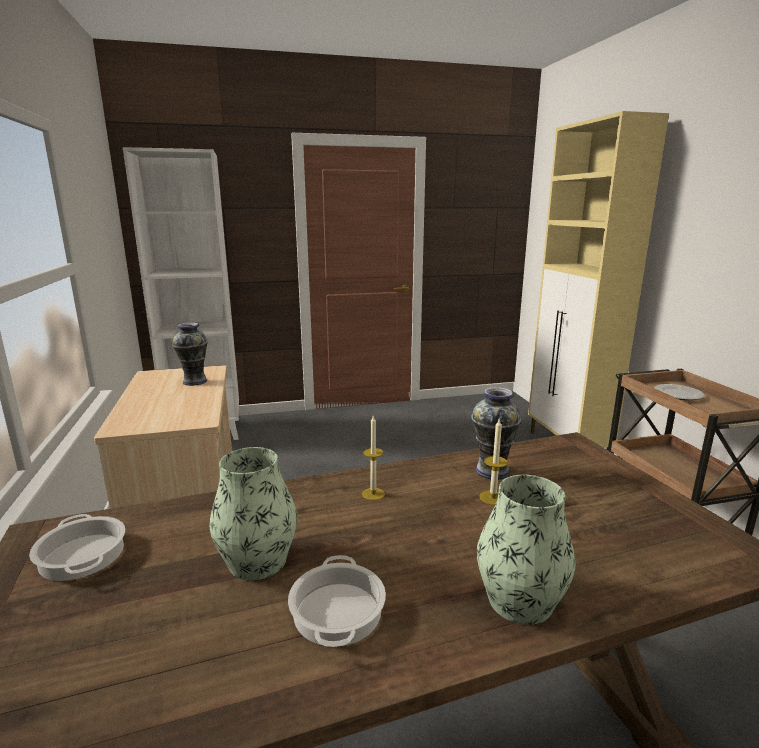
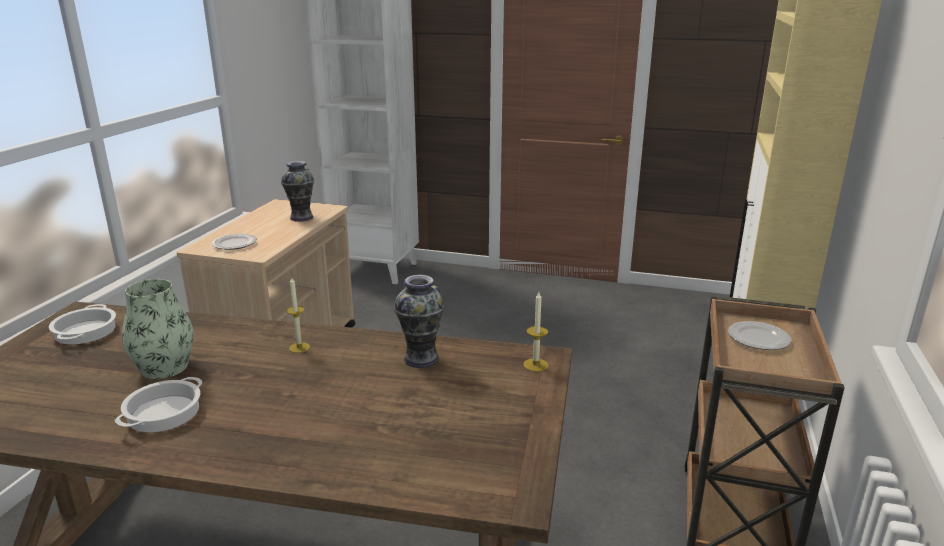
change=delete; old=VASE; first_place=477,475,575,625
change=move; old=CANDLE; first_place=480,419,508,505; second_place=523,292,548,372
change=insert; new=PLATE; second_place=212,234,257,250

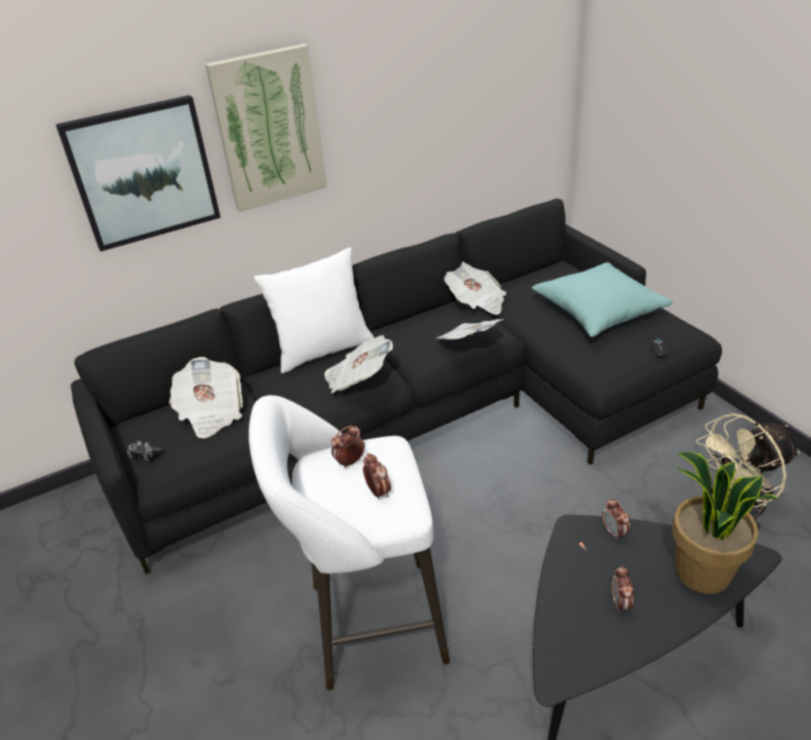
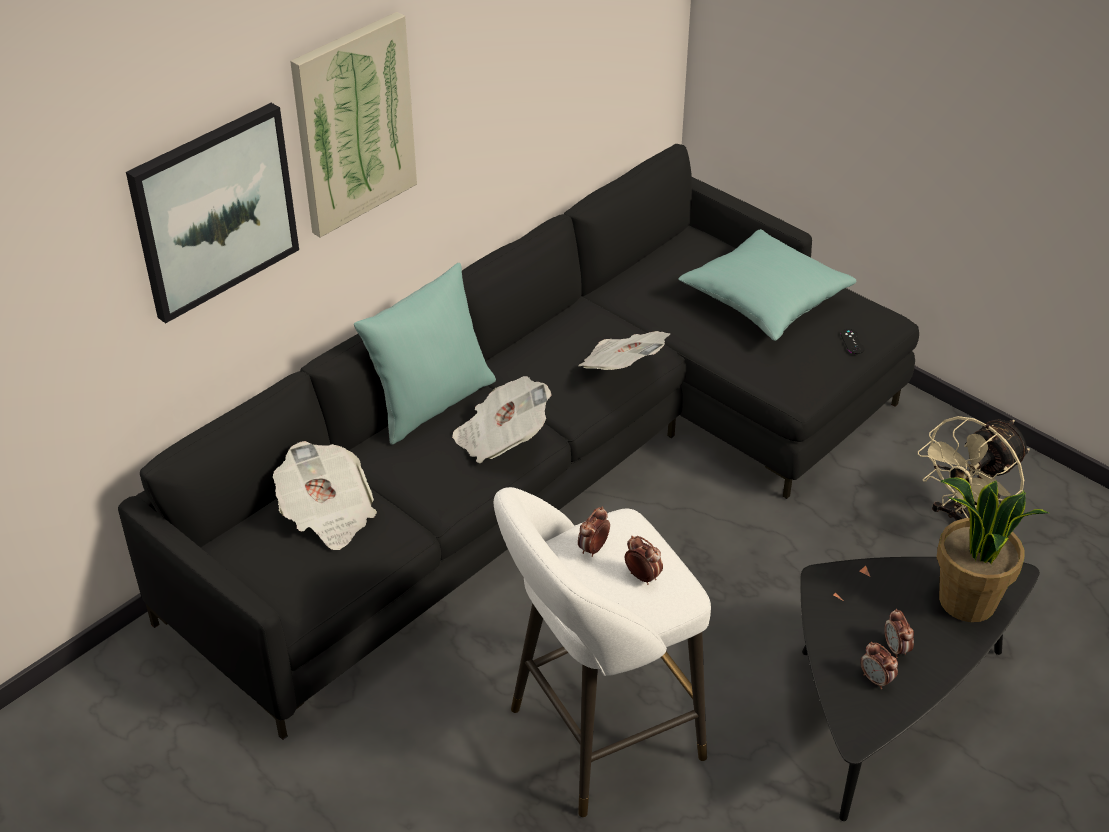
change=delete; old=GAME CONTROLLER; first_place=127,441,164,461
change=recolor; old=WHITE PILLOW; new=TURQUOISE PILLOW; first_place=254,248,374,374; second_place=354,263,496,445
change=delete; old=NEWSPAPER; first_place=444,262,506,315
change=move; old=ALARM CLOCK; first_place=602,498,630,540; second_place=860,642,898,690

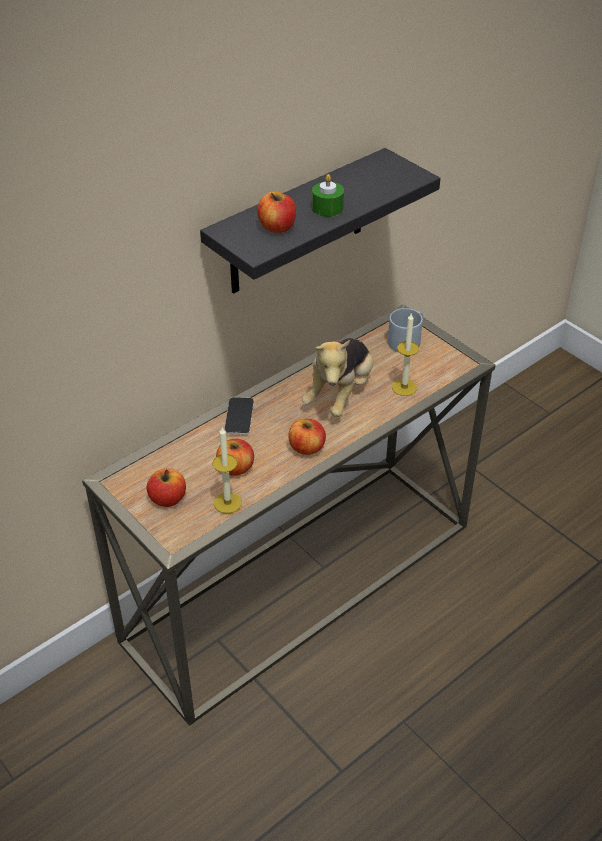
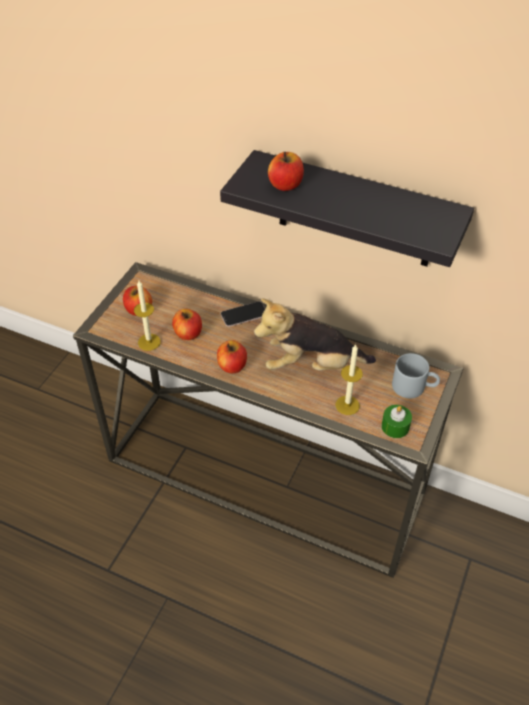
change=move; old=GREEN CANDLE; first_place=312,174,344,217; second_place=381,405,412,438

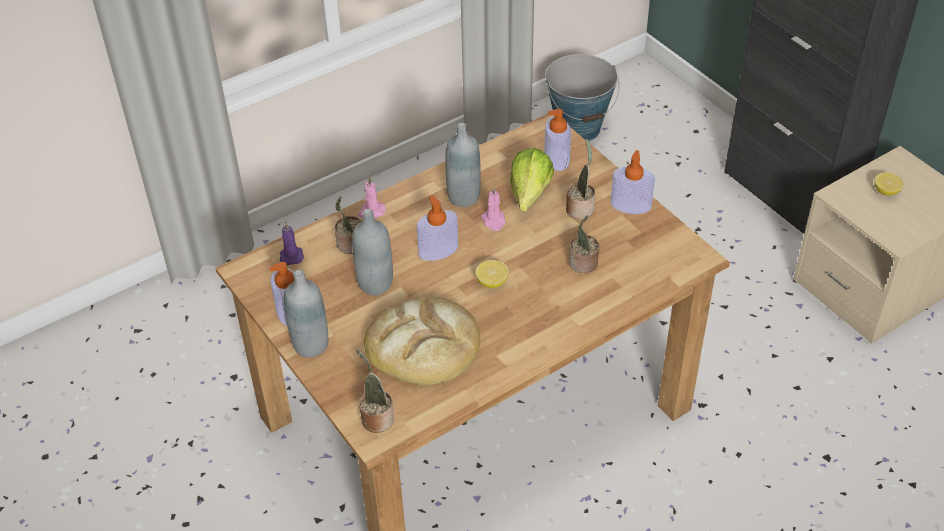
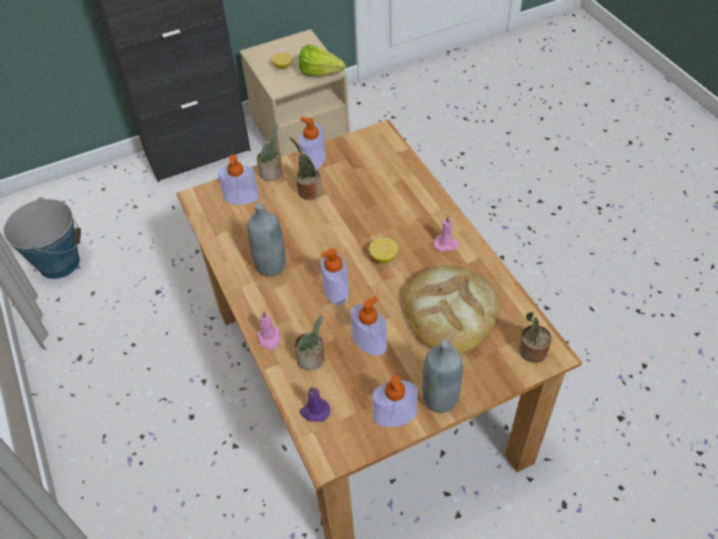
change=replace; old=GREY BOTTLE; new=SOAP DISPENSER; first_place=352,209,393,296; second_place=351,296,387,355
change=move; old=PINK CANDLE; first_place=481,186,506,231; second_place=434,216,460,252
change=move; old=LETTUCE; first_place=510,148,554,212; second_place=299,44,346,76
change=move; old=POTTED PLANT; first_place=569,216,600,273; second_place=257,124,282,181

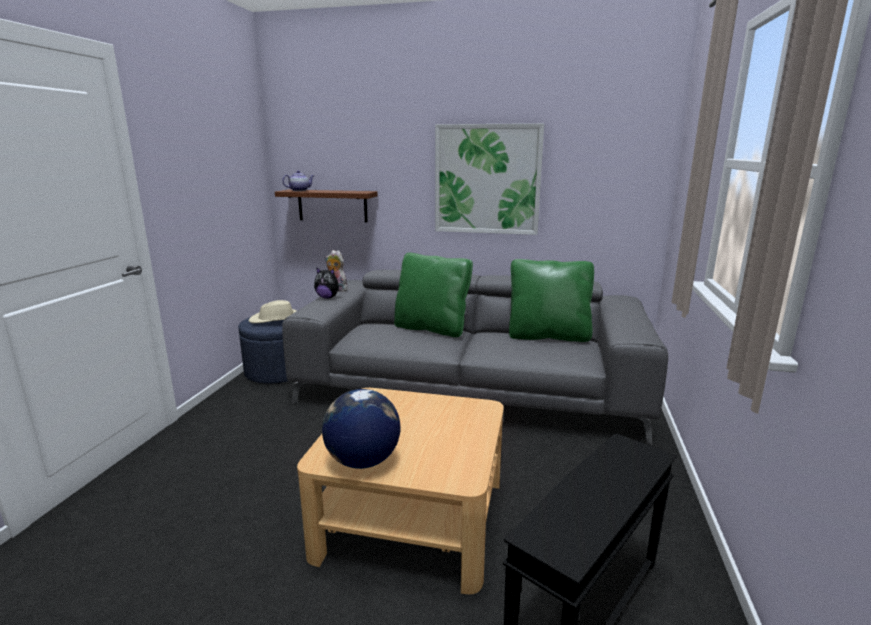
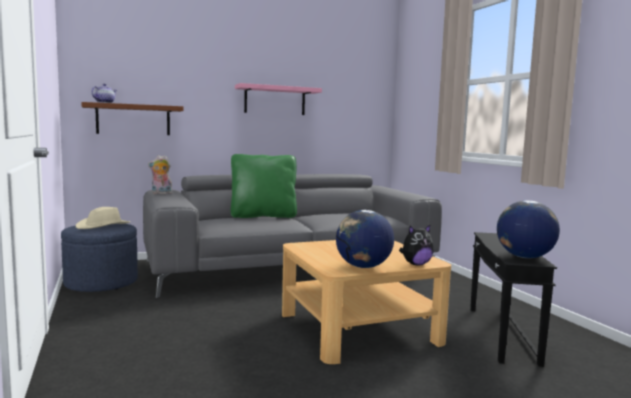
change=move; old=PLUSH TOY; first_place=314,267,343,298; second_place=399,225,434,265
change=replace; old=PICTURE; new=PINK SHELF; first_place=435,123,544,235; second_place=235,83,322,115
change=delete; old=GREEN PILLOW; first_place=509,259,594,342
change=insert; new=GLOBE; second_place=497,200,560,258

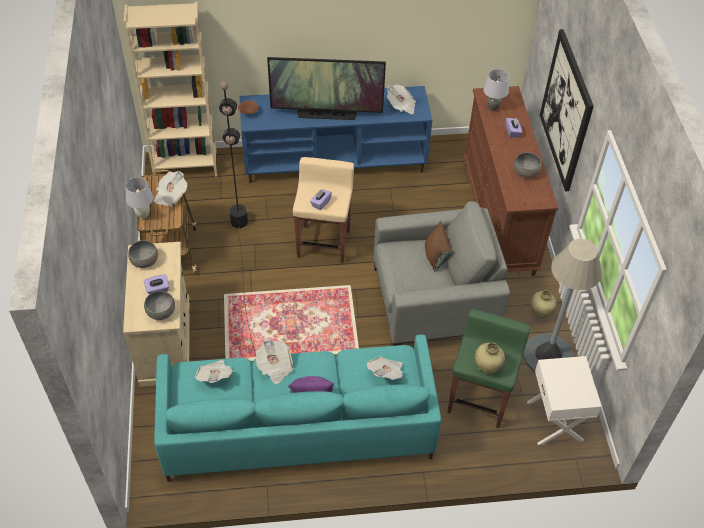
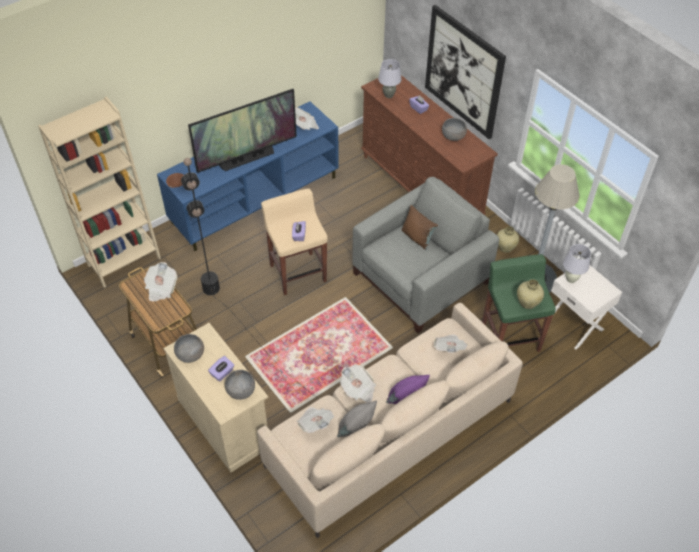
change=move; old=WHITE TABLE LAMP; first_place=126,177,153,219; second_place=563,244,591,283
change=recolor; old=TURQUOISE SOFA; new=BEIGE SOFA; first_place=154,335,441,482; second_place=257,303,523,538
change=insert; new=GREY PILLOW; second_place=337,401,377,437

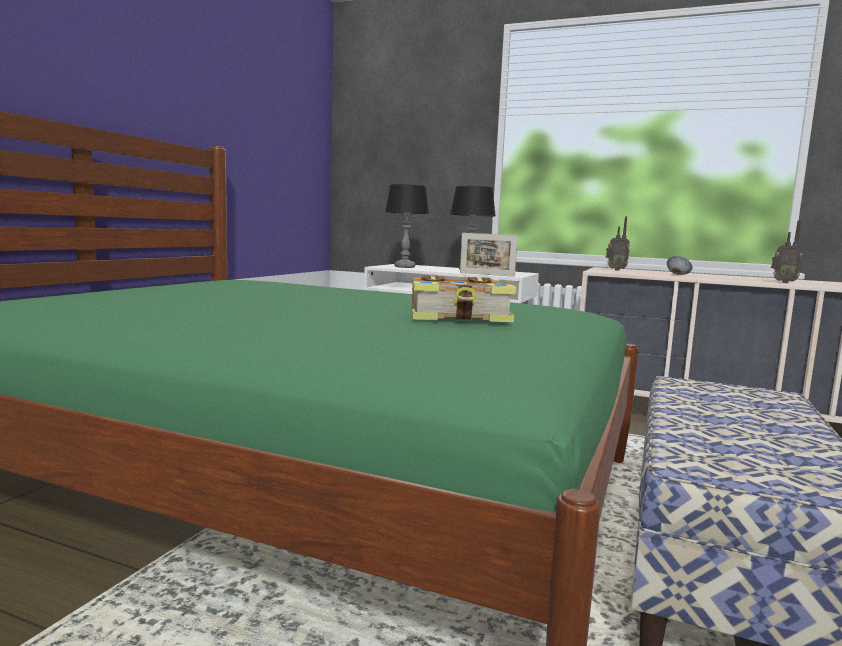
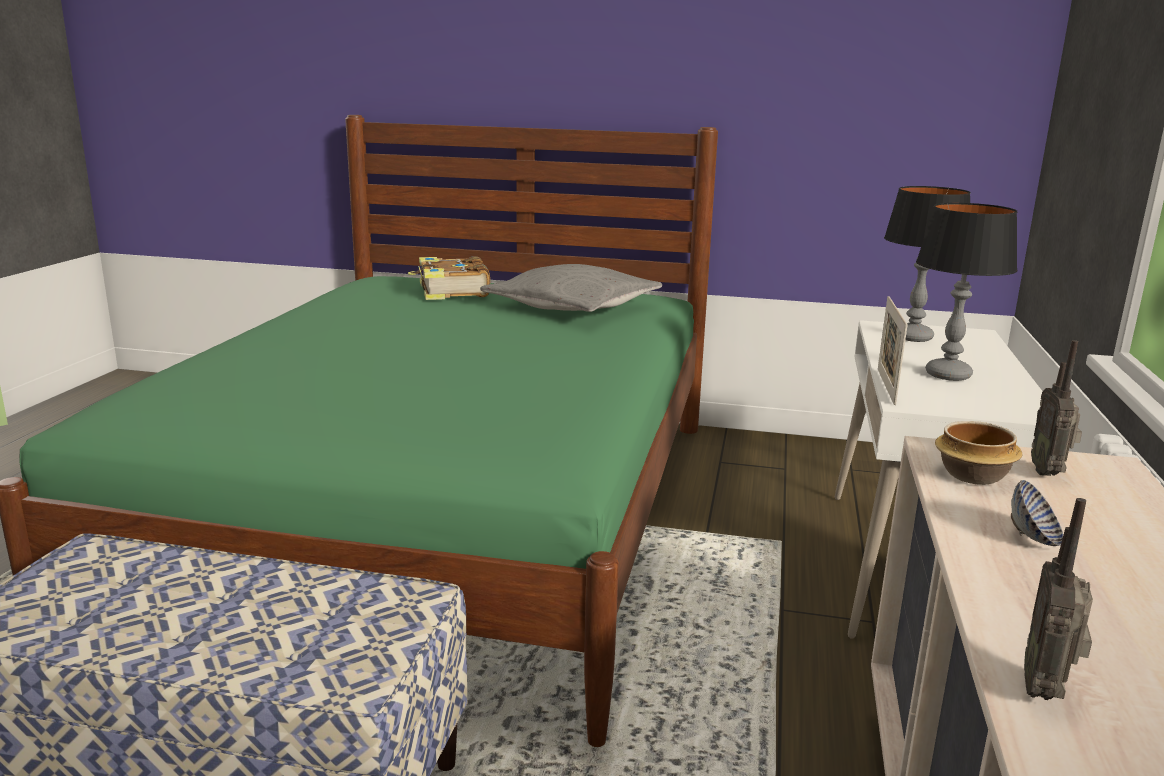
change=move; old=BOOK; first_place=412,275,516,322; second_place=408,256,490,300
change=insert; new=GREY PILLOW; second_place=480,264,662,312
change=insert; new=BOWL; second_place=935,421,1023,485

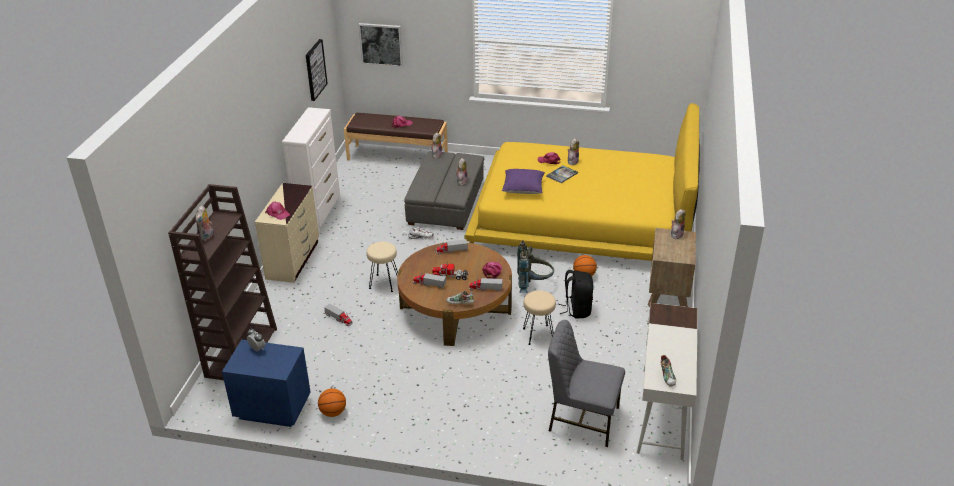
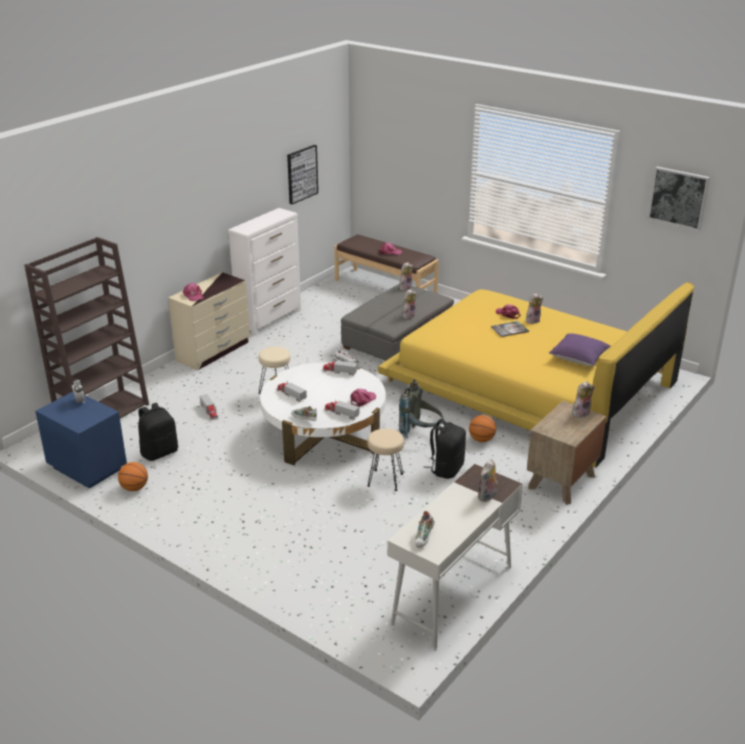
change=move; old=PLUSH TOY; first_place=195,205,213,241; second_place=477,459,498,502
change=move; old=PICTURE; first_place=358,23,403,67; second_place=647,167,710,231
change=recolor; old=BROWN COFFEE TABLE; new=WHITE COFFEE TABLE; first_place=397,243,512,346; second_place=260,363,386,466
change=delete; old=TOY TRUCK; first_place=432,262,469,280
change=move; old=PURPLE PILLOW; first_place=502,169,545,194; second_place=549,333,611,366
change=delete; old=GREY CHAIR; first_place=548,320,625,447
change=insert; new=BLACK BACKPACK; second_place=138,403,178,461

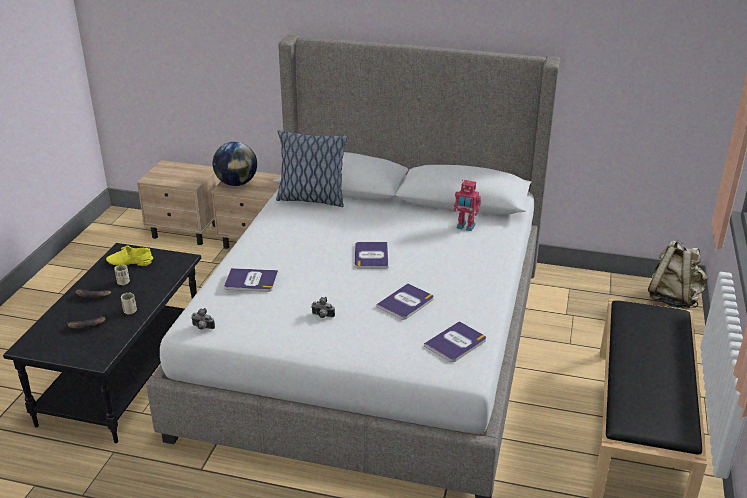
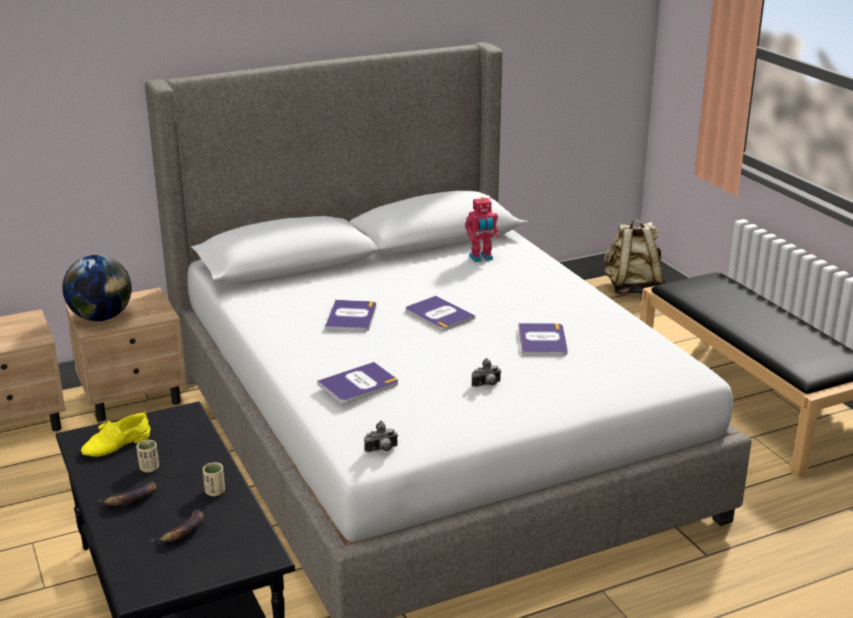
change=delete; old=PILLOW; first_place=276,130,347,207
change=move; old=BOOK; first_place=424,321,486,362; second_place=325,300,376,332

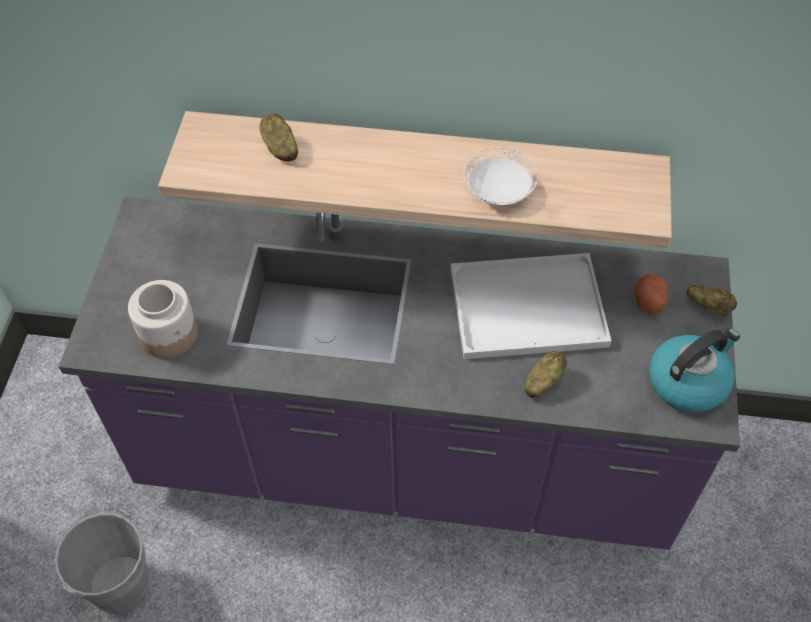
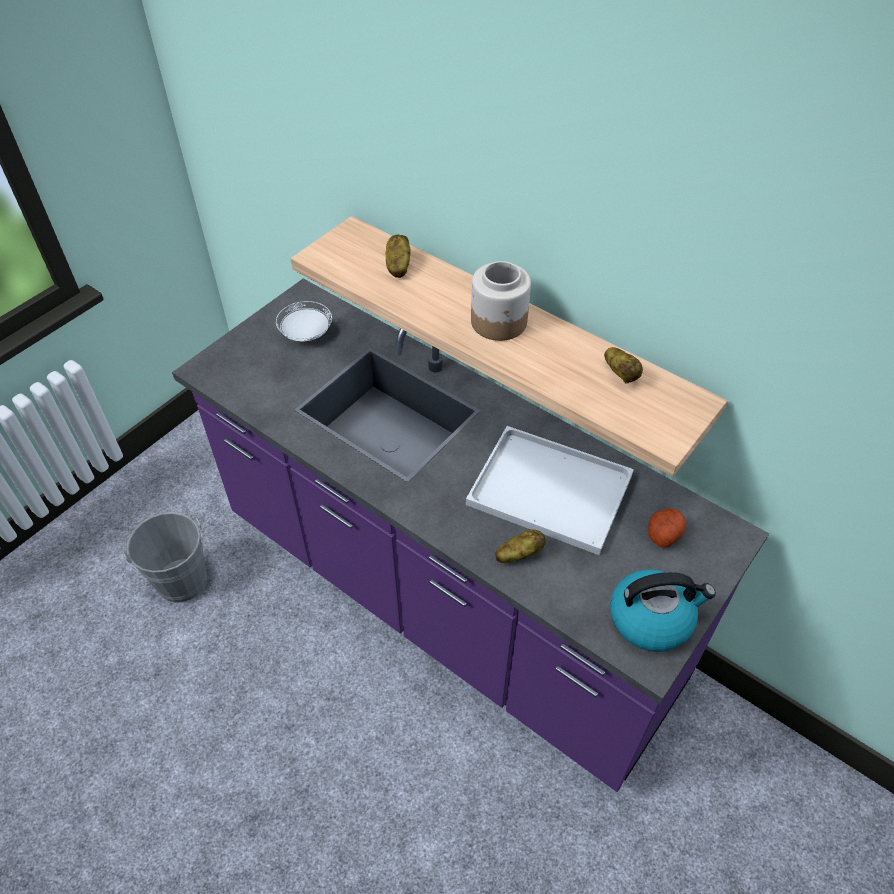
change=move; old=JAR; first_place=128,280,198,359; second_place=471,261,531,341
change=move; old=WHITE PLATE; first_place=464,148,538,205; second_place=276,301,332,341
change=move; old=POTATO; first_place=687,285,737,316; second_place=604,347,643,384

